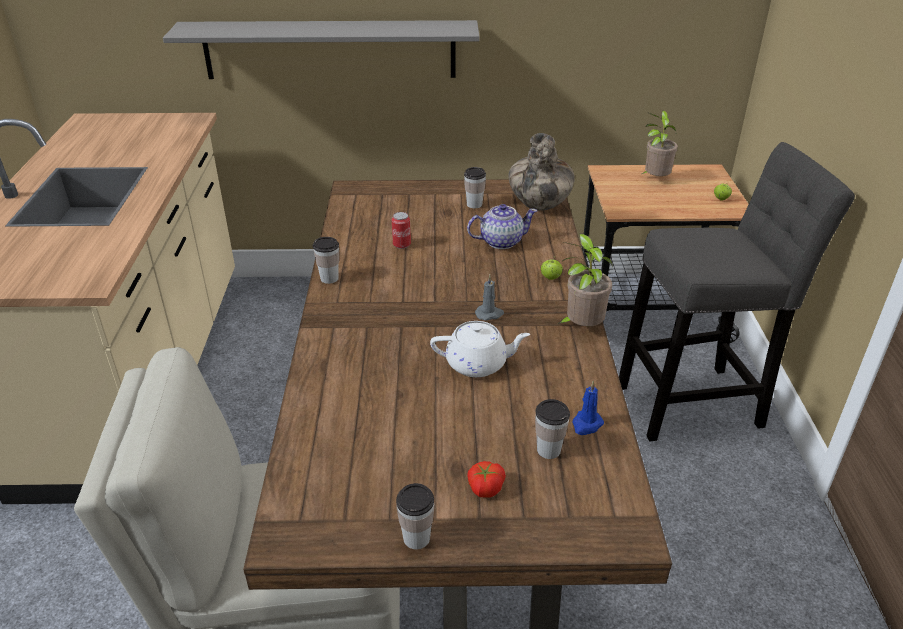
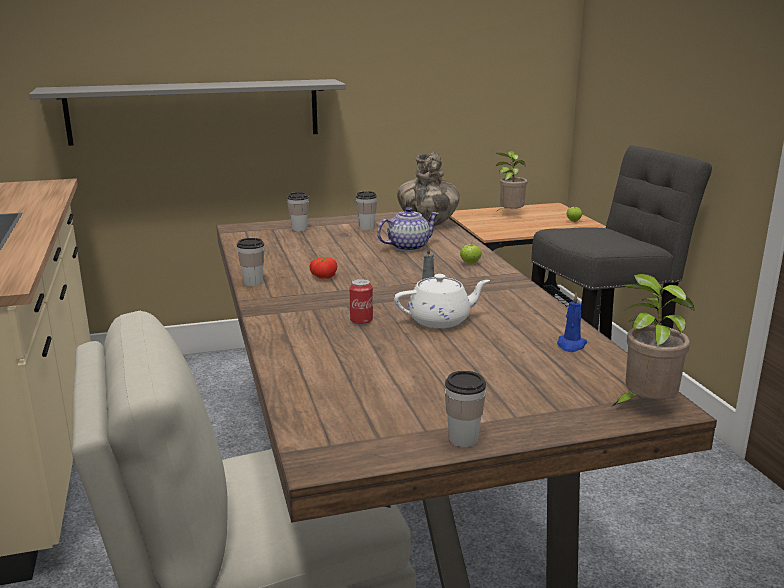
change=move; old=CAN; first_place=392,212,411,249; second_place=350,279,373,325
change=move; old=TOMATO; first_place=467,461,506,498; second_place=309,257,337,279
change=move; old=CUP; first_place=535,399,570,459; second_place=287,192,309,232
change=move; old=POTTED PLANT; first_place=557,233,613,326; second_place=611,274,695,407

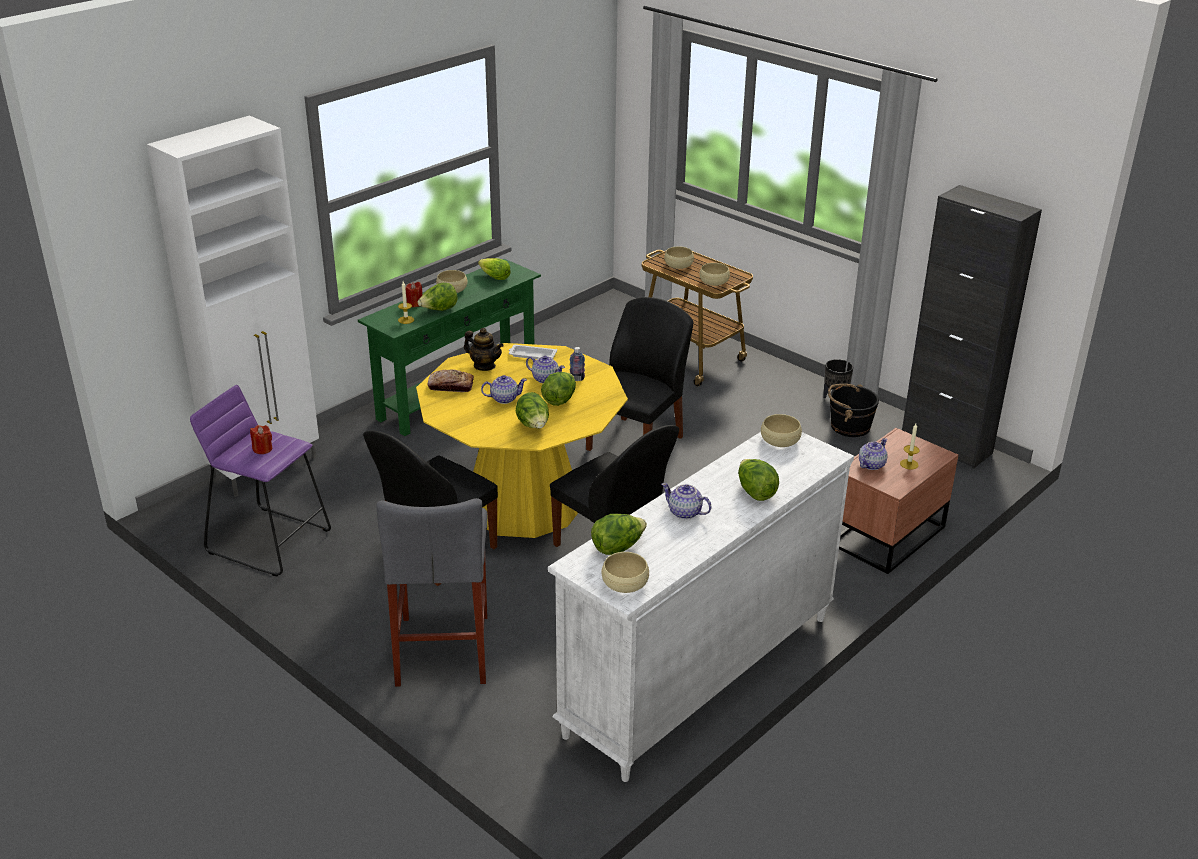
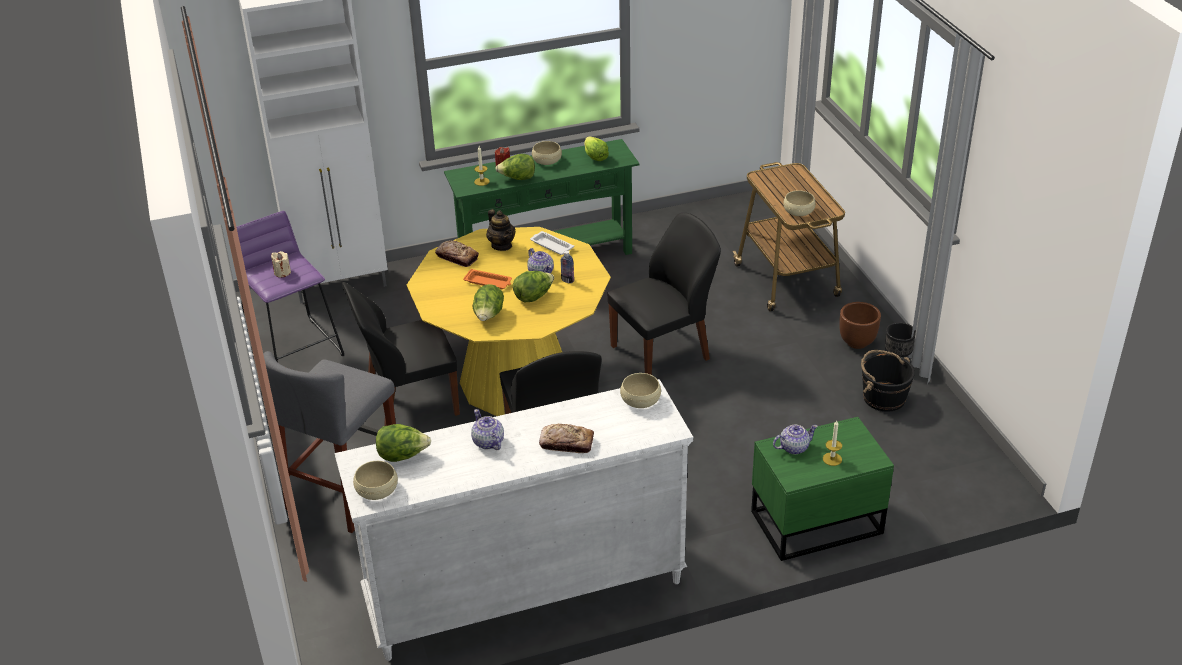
change=recolor; old=RED CANDLE; new=BEIGE CANDLE; first_place=250,425,273,454; second_place=271,251,291,277
change=replace; old=TEAPOT; new=ORANGE TRAY; first_place=481,375,527,404; second_place=463,269,512,289
change=delete; old=BEIGE BOWL; first_place=664,246,694,269
change=replace; old=LETTUCE; new=BREAD; first_place=738,459,779,501; second_place=539,424,594,453
change=recolor; old=BROWN NIGHTSTAND; new=GREEN NIGHTSTAND; first_place=839,428,959,574; second_place=751,417,894,561
change=delete; old=BLACK CABINET; first_place=902,185,1042,469
change=insert; new=BROWN PLANTER; second_place=839,302,881,349

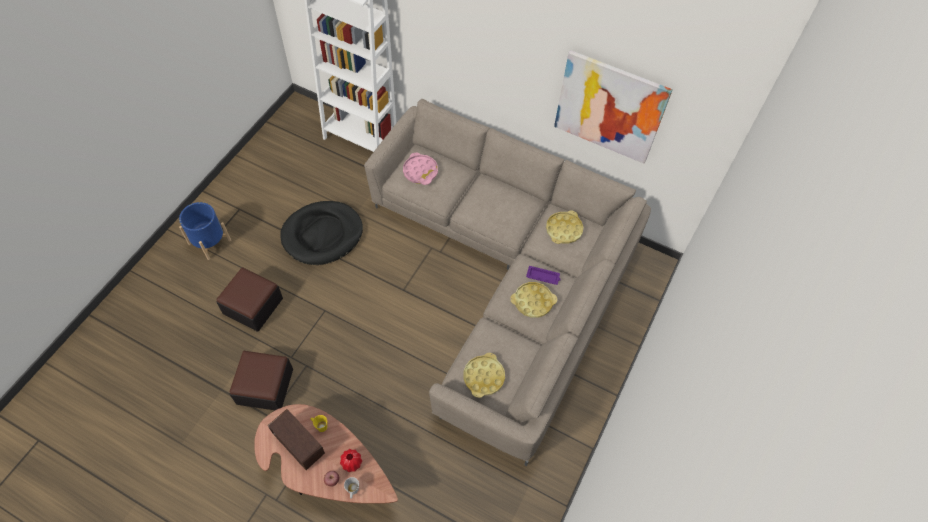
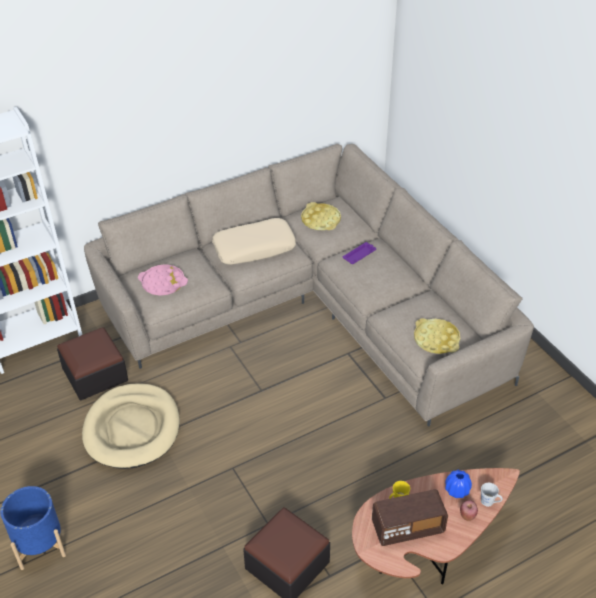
change=move; old=OTTOMAN; first_place=216,267,283,332; second_place=57,327,128,400
change=recolor; old=BLACK DOG BED; new=BEIGE DOG BED; first_place=280,201,363,265; second_place=82,383,180,469
change=recolor; old=RED VASE; new=BLUE VASE; first_place=340,449,362,472; second_place=445,470,472,498
change=delete; old=YELLOW TRAY; first_place=510,282,557,318
change=delete; old=PICTURE; first_place=554,50,673,164
change=insert; new=BEIGE PILLOW; second_place=212,218,296,265

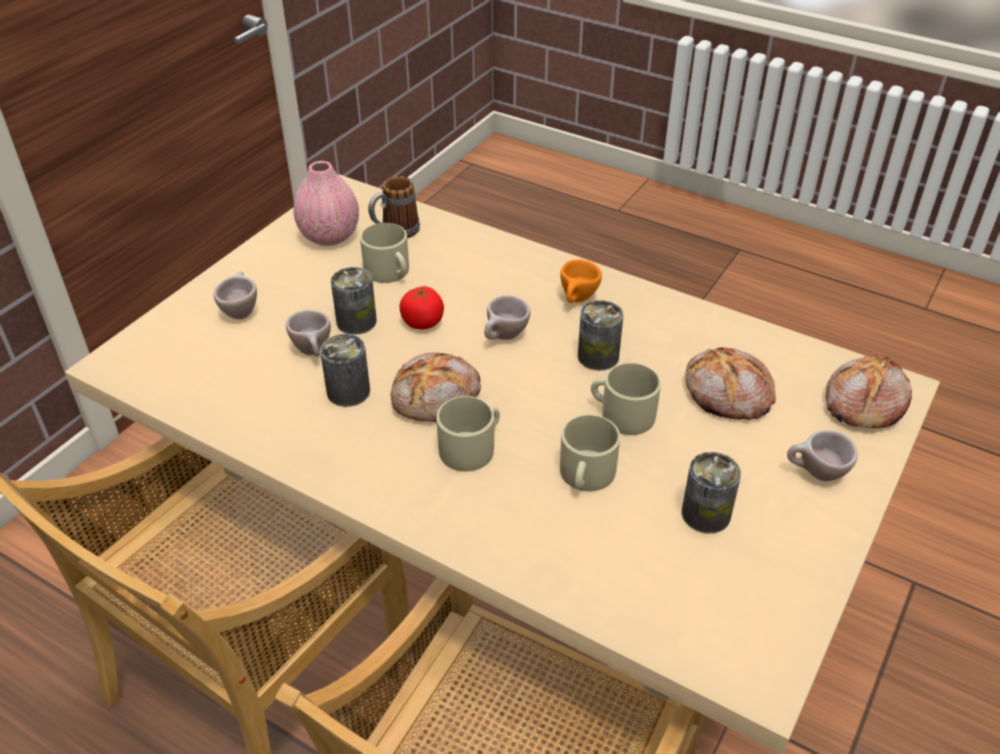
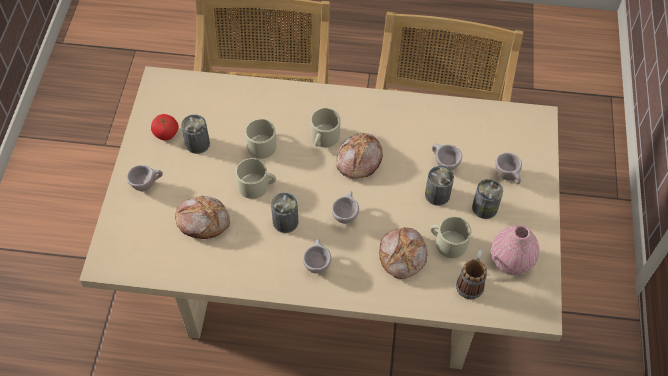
change=move; old=CAN; first_place=320,334,370,407; second_place=472,179,503,219
change=move; old=TOMATO; first_place=400,286,444,330; second_place=151,114,179,140
change=recolor; old=ORANGE CUP; new=BEIGE CUP; first_place=560,259,602,303; second_place=303,239,331,273
change=move; old=BREAD; first_place=826,355,912,428; second_place=379,227,427,279

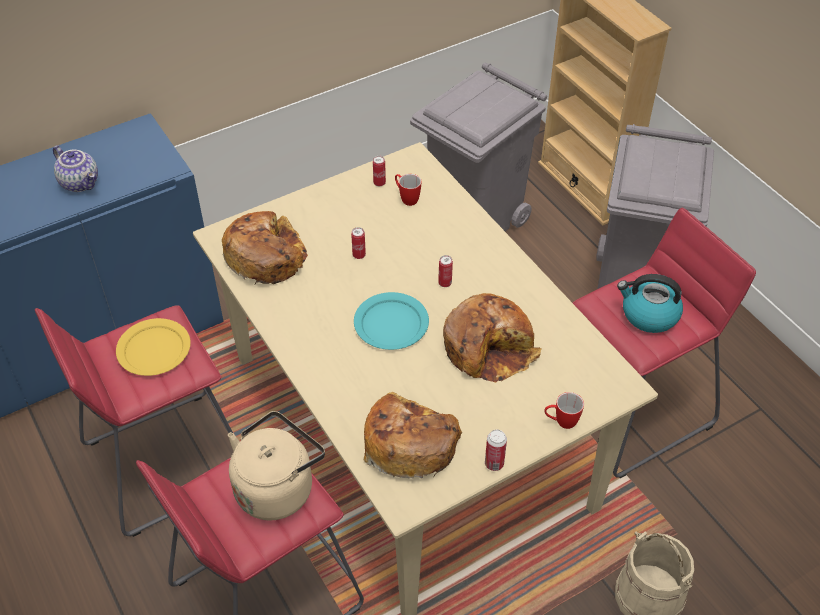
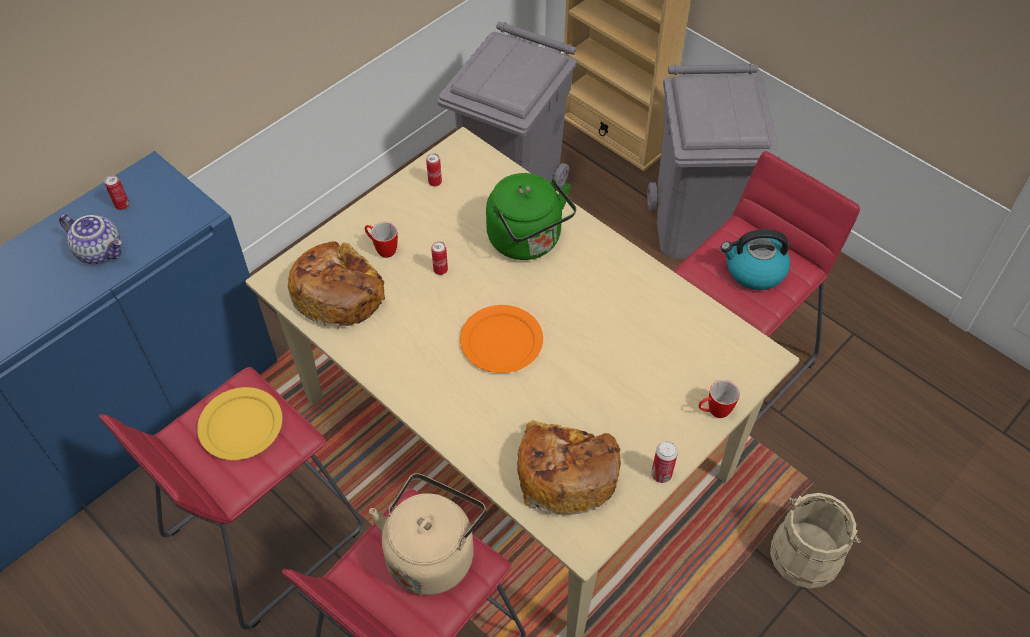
change=recolor; old=TURQUOISE PLATE; new=ORANGE PLATE; first_place=354,292,429,350; second_place=460,305,543,373
change=move; old=MUG; first_place=395,174,421,206; second_place=365,222,398,258
change=move; old=CAN; first_place=438,255,453,287; second_place=104,175,129,210
change=delete; old=BREAD; first_place=443,293,542,383
change=insert; new=GREEN KETTLE; second_place=486,173,576,260

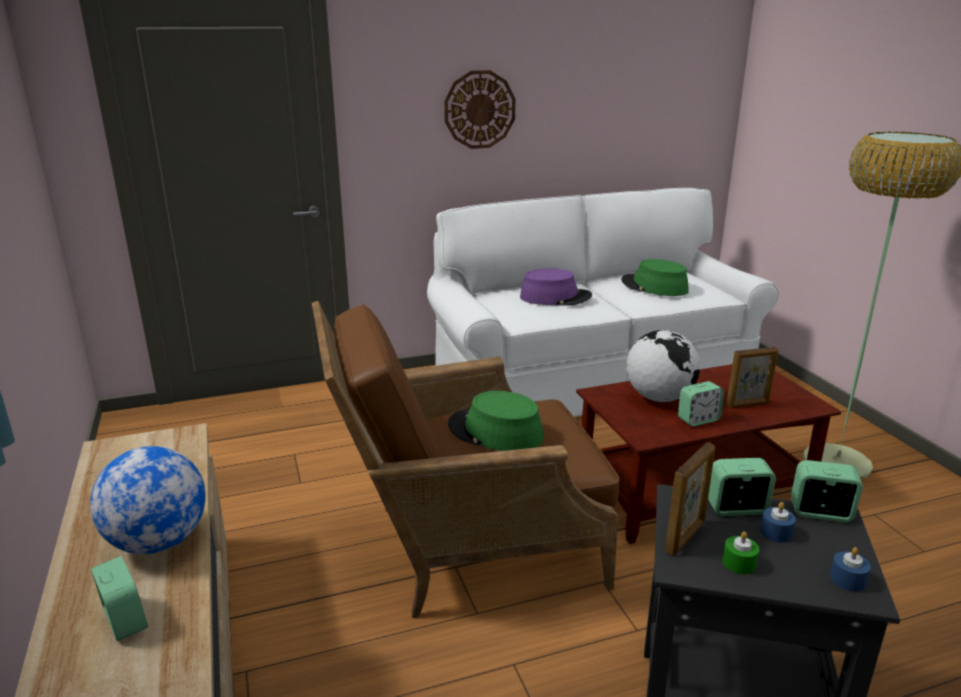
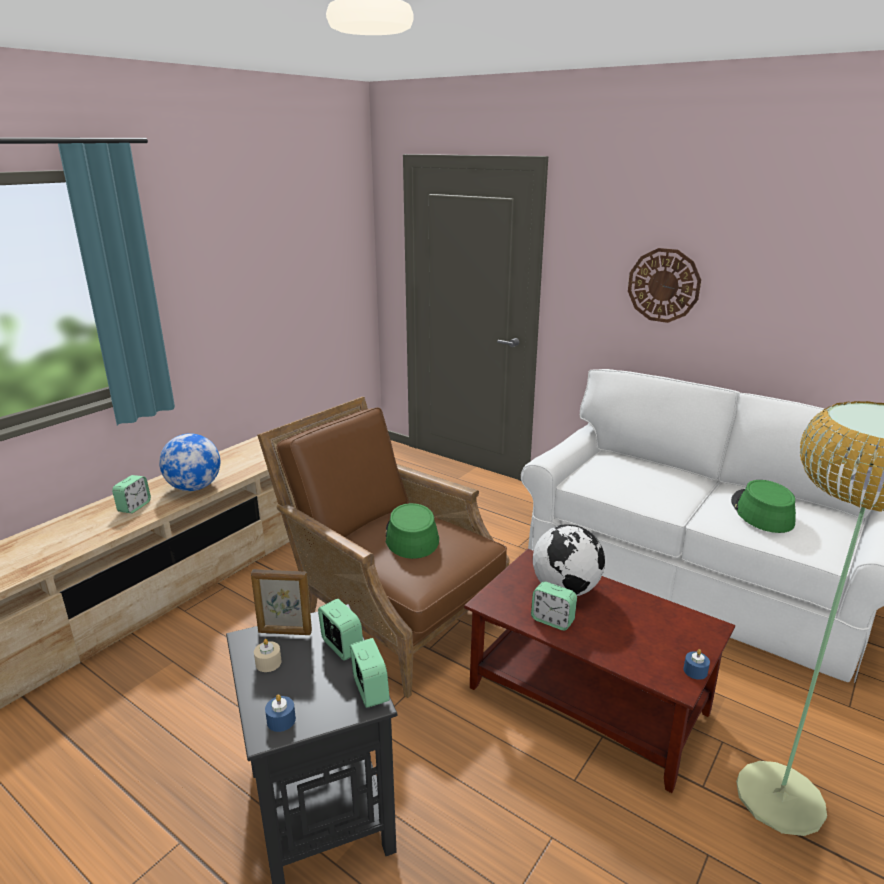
change=delete; old=PURPLE HAT; first_place=520,269,592,306
change=recolor; old=GREEN CANDLE; new=BEIGE CANDLE; first_place=723,532,759,574; second_place=254,639,282,672
change=delete; old=PICTURE FRAME; first_place=726,347,779,408
change=move; old=BLUE CANDLE; first_place=760,502,796,543; second_place=683,649,710,680

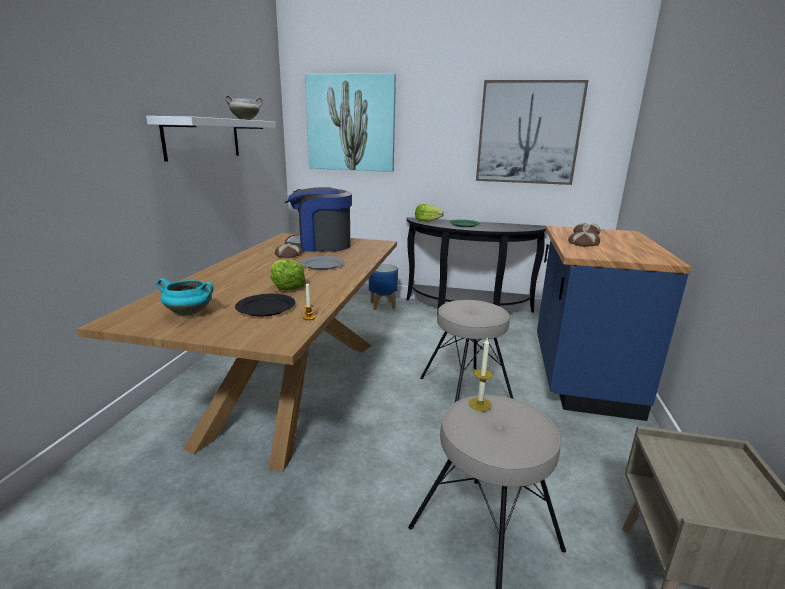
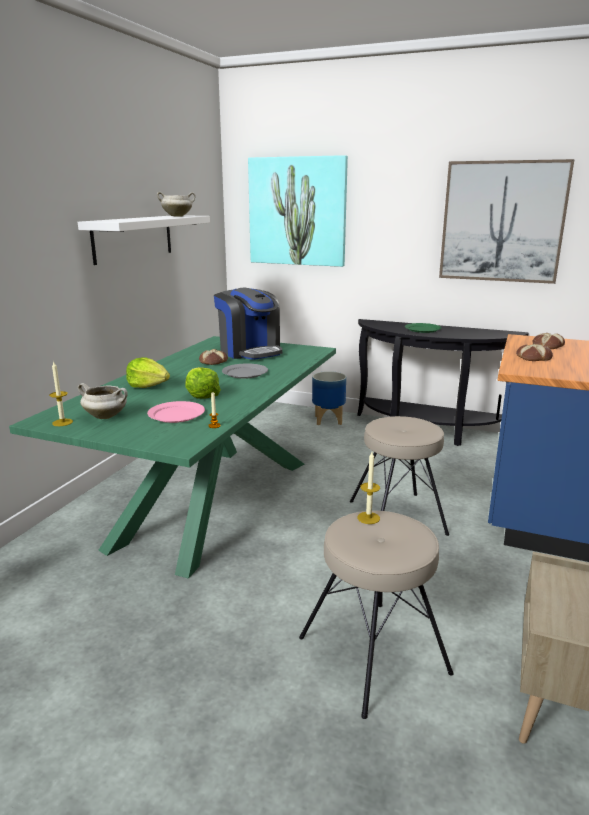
change=recolor; old=BROWN DINING TABLE; new=GREEN DINING TABLE; first_place=77,233,397,472; second_place=9,336,336,578
change=recolor; old=TURQUOISE COOKING POT; new=WHITE COOKING POT; first_place=156,278,214,316; second_place=78,383,128,419
change=recolor; old=BLACK PLATE; new=PINK PLATE; first_place=235,294,295,316; second_place=147,401,205,423
change=rotate; old=COFFEE MACHINE; first_place=284,187,352,252; second_place=214,288,282,360; degrees=-135
change=move; old=LETTUCE; first_place=415,204,444,222; second_place=126,357,170,388
change=insert; new=CANDLE; second_place=49,362,73,426

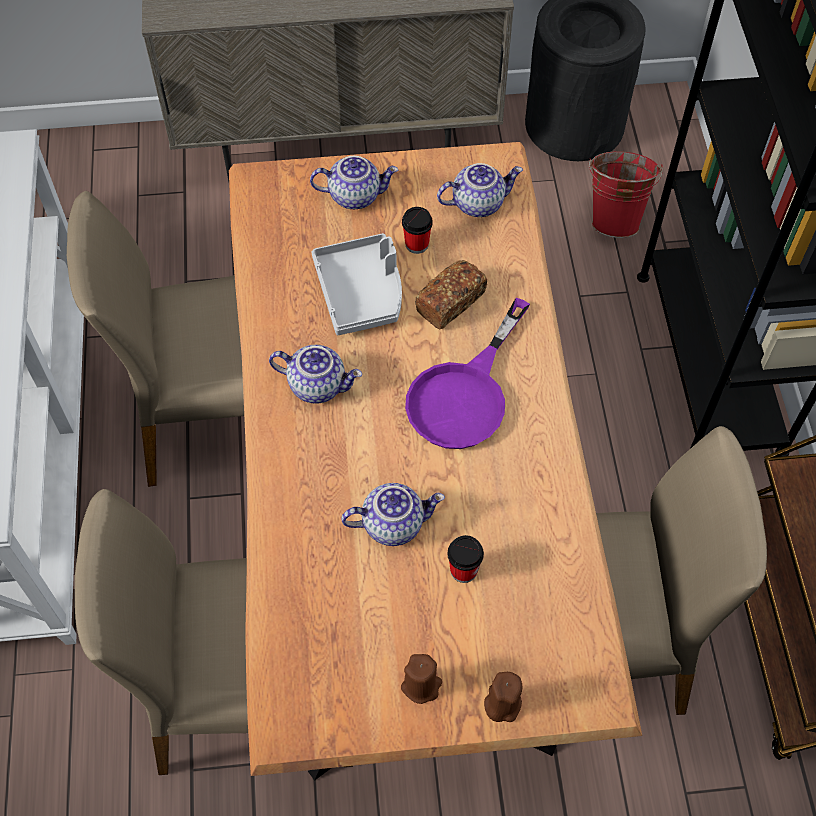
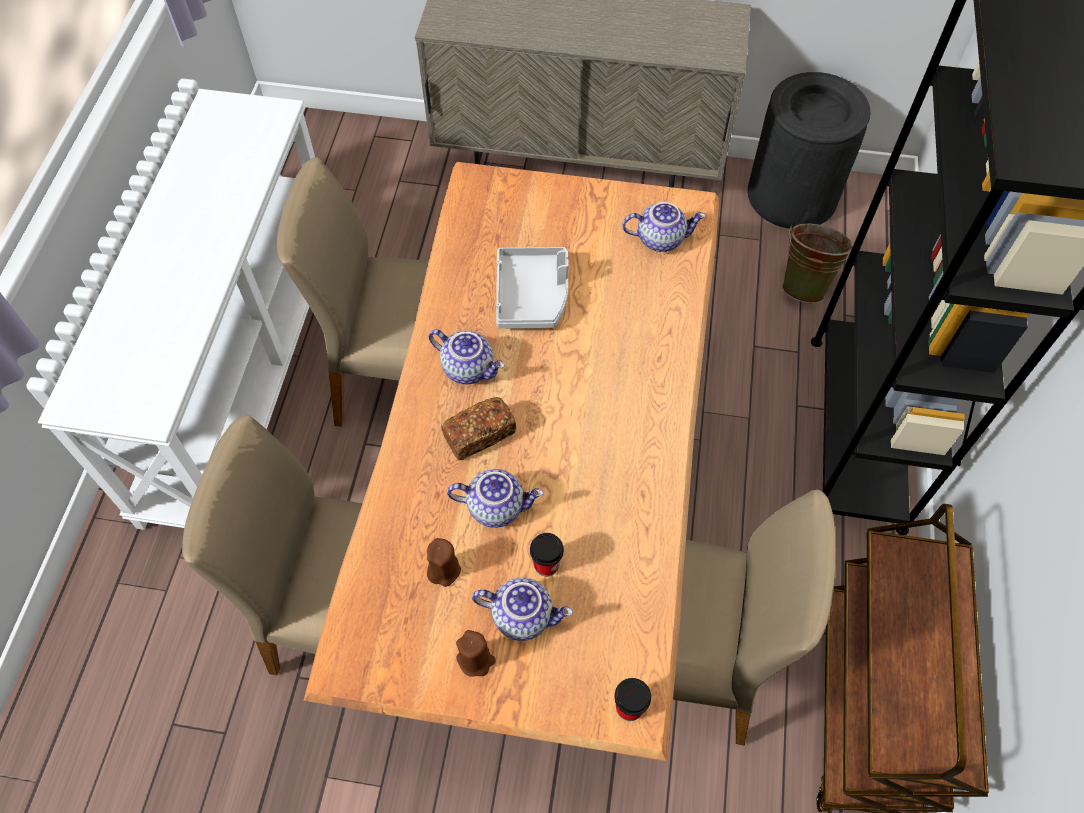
change=move; old=TEAPOT; first_place=310,156,398,209; second_place=472,577,573,641
change=move; old=CUP; first_place=402,207,433,254; second_place=614,678,651,721
change=delete; old=PURPLE FRYING PAN; first_place=405,298,530,449
change=move; old=BREAD; first_place=415,260,487,329; second_place=441,397,516,461
change=move; old=BROWN CANDLE; first_place=484,672,523,722; second_place=427,538,461,587
change=recolor; old=RED BUCKET; new=GREEN BUCKET; first_place=589,151,663,238; second_place=782,224,853,304

